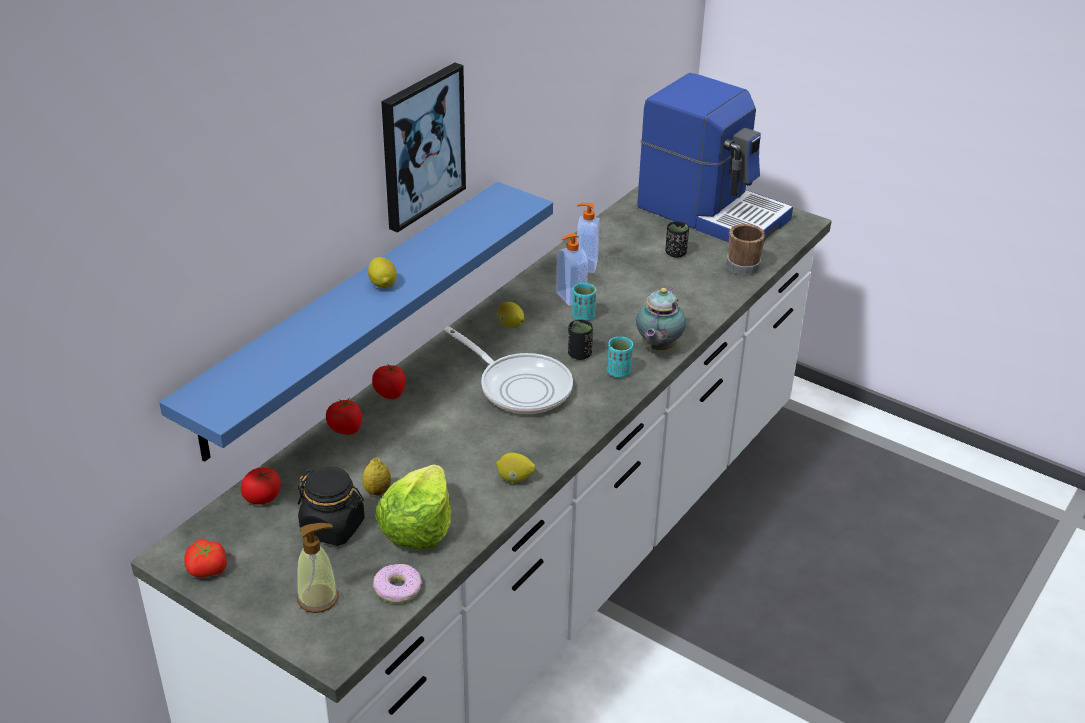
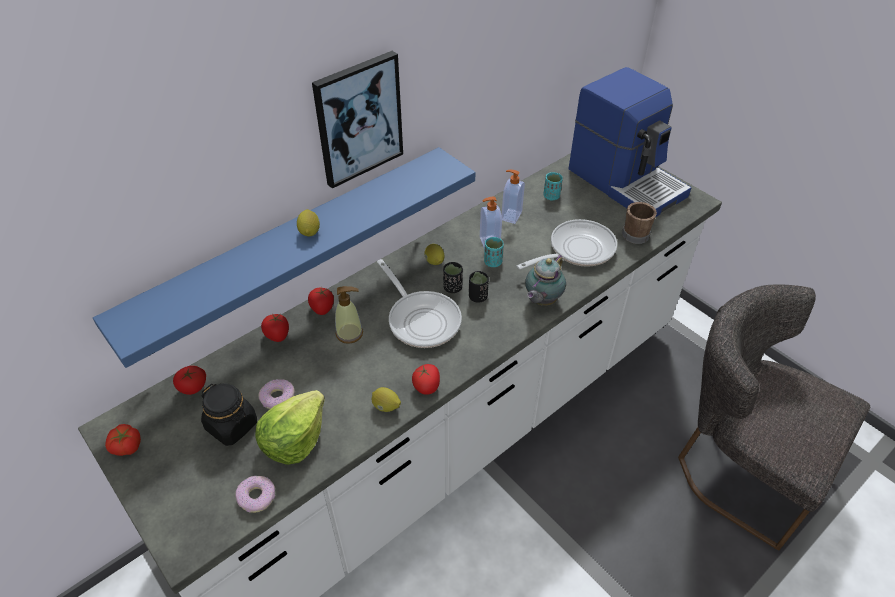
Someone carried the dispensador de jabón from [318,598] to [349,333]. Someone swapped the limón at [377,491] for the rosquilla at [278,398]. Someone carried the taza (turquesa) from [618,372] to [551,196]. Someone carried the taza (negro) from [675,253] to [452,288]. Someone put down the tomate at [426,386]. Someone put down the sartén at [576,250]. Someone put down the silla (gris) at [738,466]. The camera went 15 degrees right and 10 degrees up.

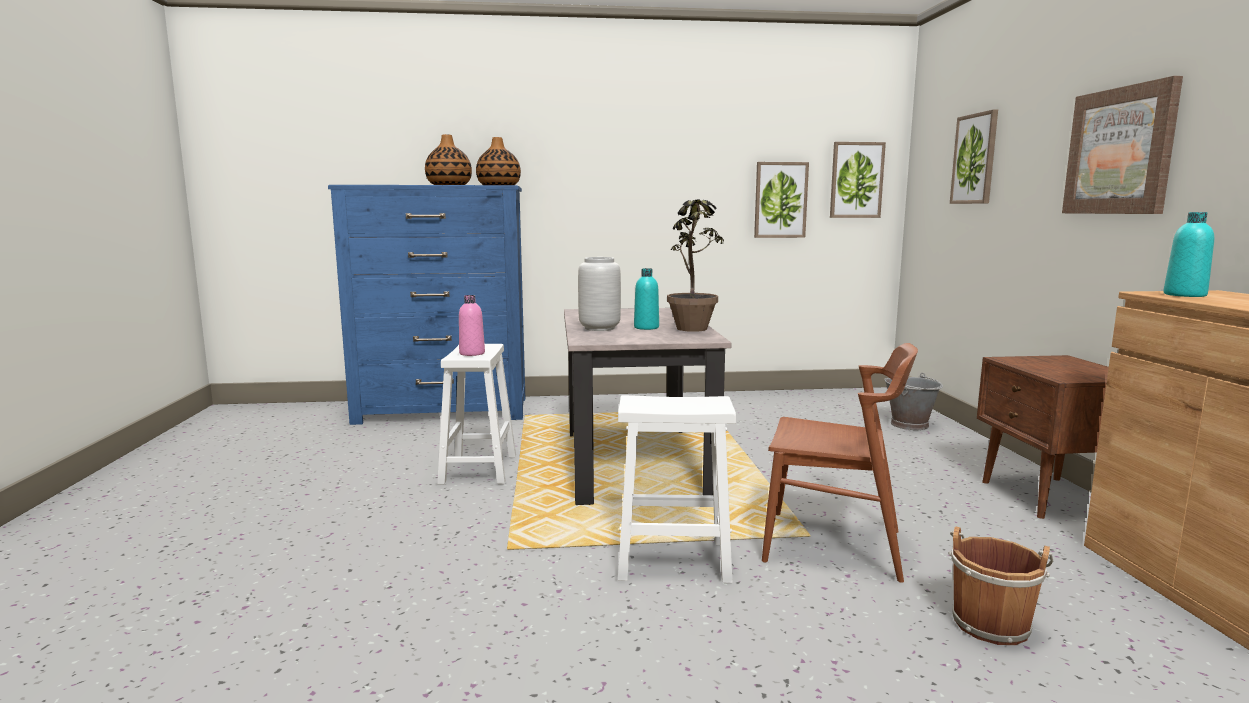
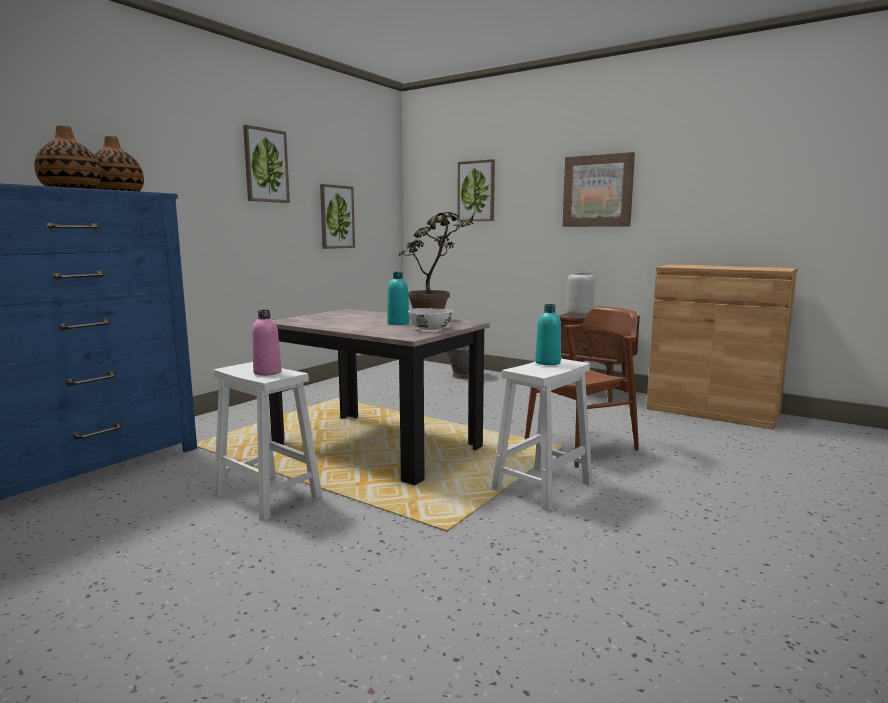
Someone carried the florero (gris) from [599,328] to [578,316]. Someone carried the cuadro from [856,180] to [266,165]. Someone took away the cubo (marrón) at [990,623]. Someone carried the botella (turquesa) from [1184,295] to [547,362]. Someone put down the cuenco (blanco) at [430,329]. The camera went 50 degrees left and 0 degrees up.

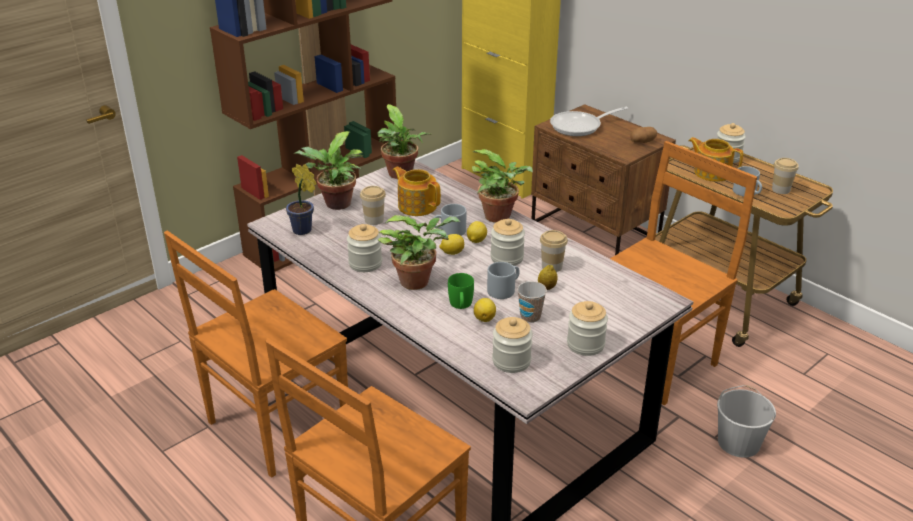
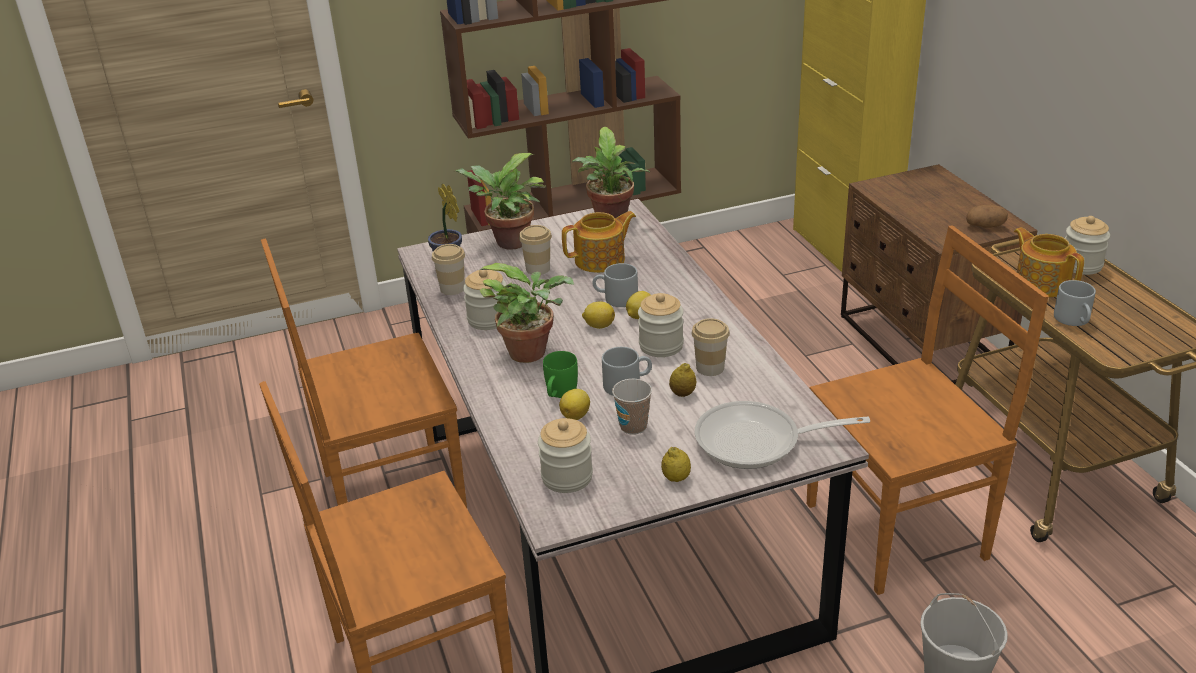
Someone rotated the tetera at [417,206] by 90 degrees clockwise. Someone took away the planta en maceta at [501,217]. Someone carried the sartén from [580,126] to [757,442]. Someone swapped the tarro at [585,344] for the limón at [676,478]. Someone carried the taza from [781,189] to [452,288]. The camera went 25 degrees right and 0 degrees up.

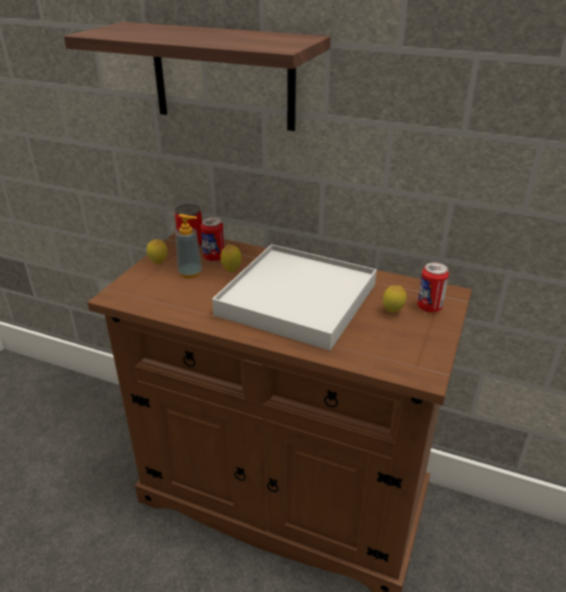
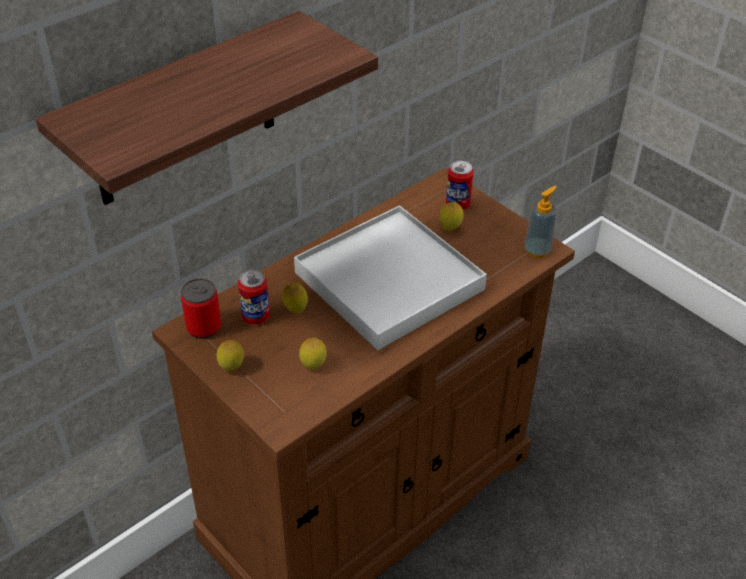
Someone carried the dispensador de jabón from [190,273] to [537,250]. Someone put down the limón at [313,366]. The camera went 65 degrees left and 10 degrees up.

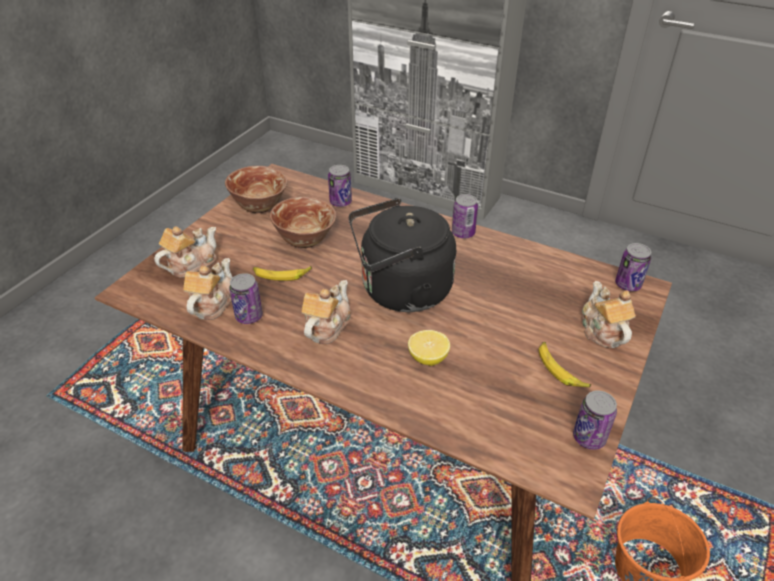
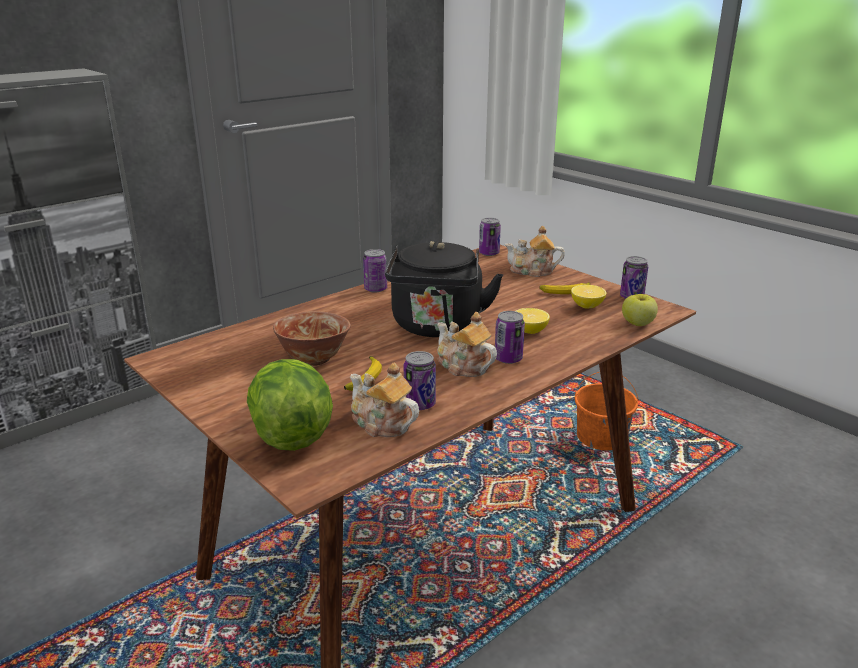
Someone swapped the tetera at [190,264] for the lechuga at [291,432]. Someone took away the cuenco at [259,206]. Someone carried the lata from [340,202] to [508,359]. Someone put down the limón at [587,306]. Someone put down the manzana at [637,324]. The camera went 70 degrees left and 15 degrees down.

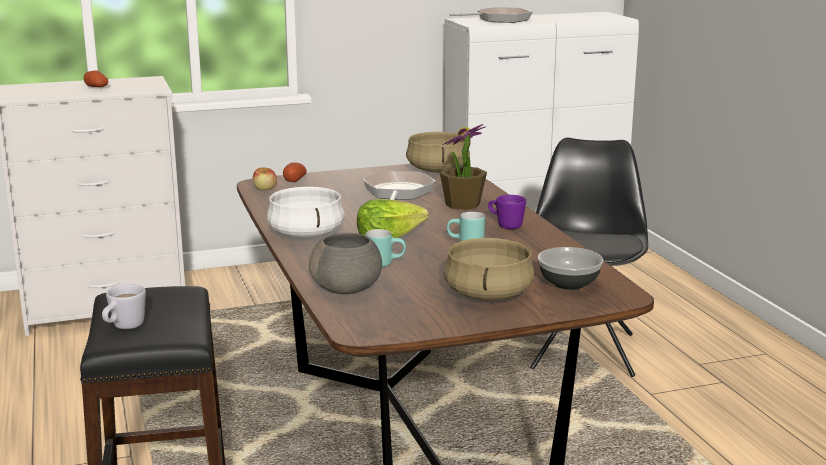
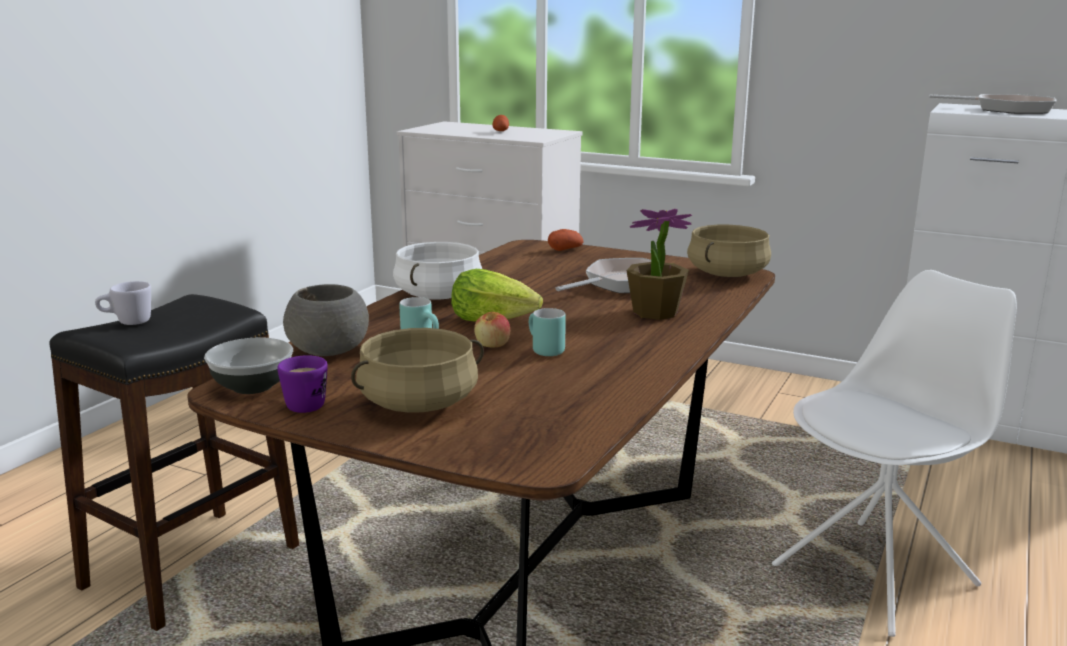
Someone carried the manzana from [265,189] to [492,345]. Someone carried the taza grande (morado) from [505,225] to [307,403]. Someone repainted the silla (negro) at [583,350], which became the silla (blanco) at [877,575]. Someone carried the cuenco from [568,284] to [253,386]. The camera went 45 degrees right and 0 degrees up.

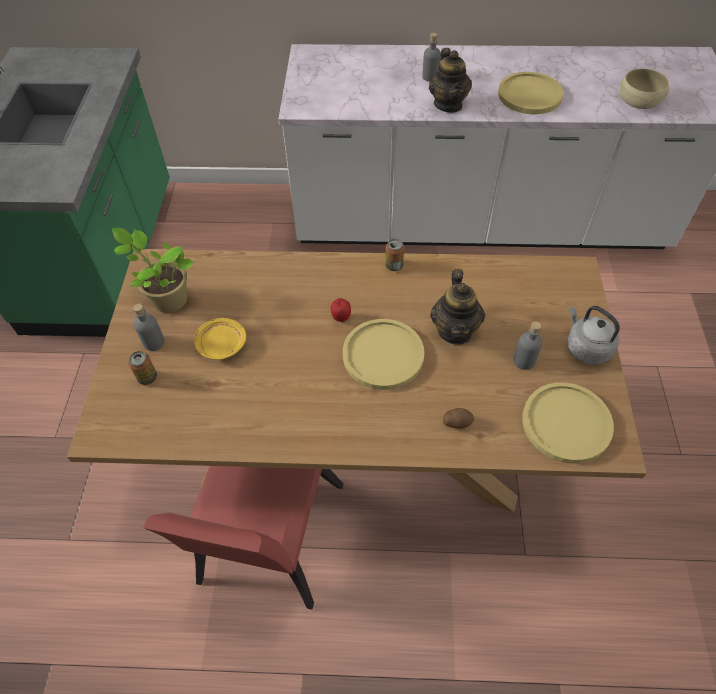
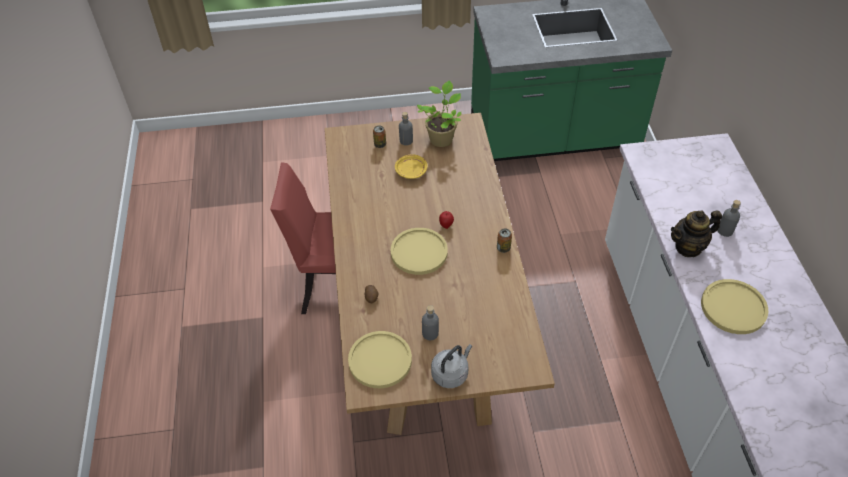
Someone took away the tetera at [455,330]. Someone took away the cuenco (beis) at [639,101]. The camera went 80 degrees right and 5 degrees down.

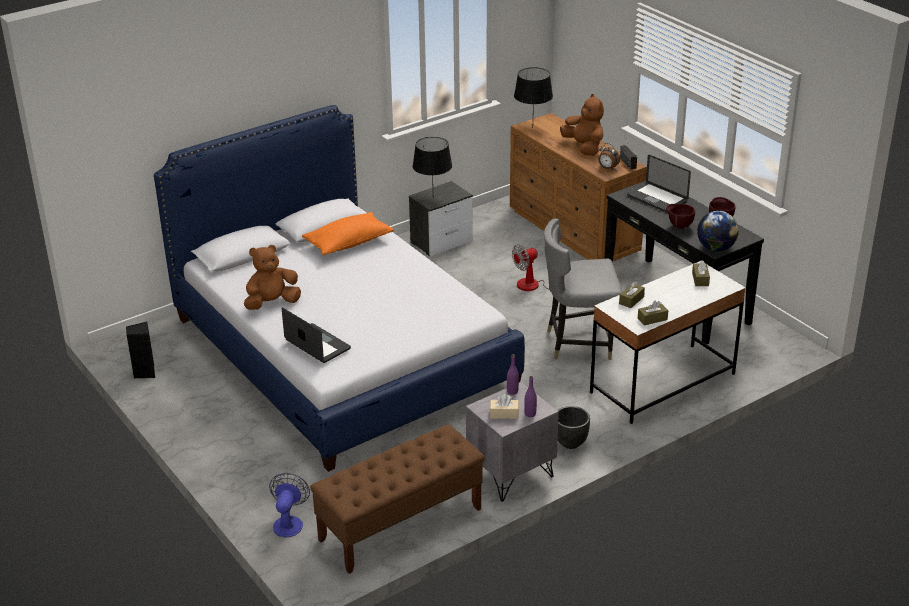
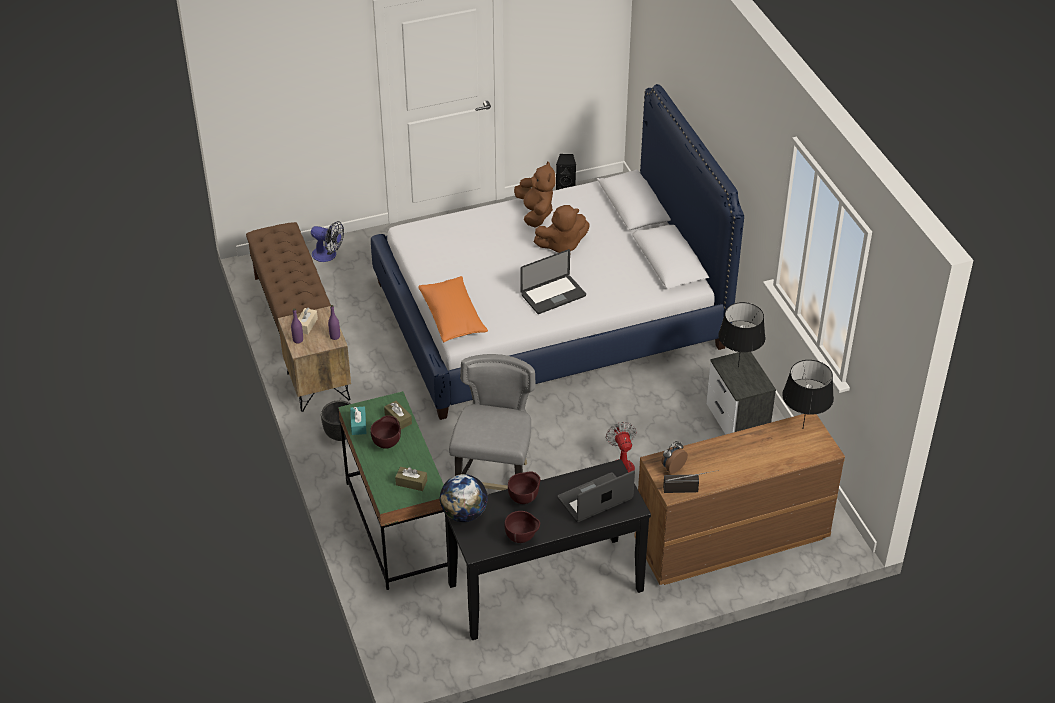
Someone carried the portátil from [317,344] to [553,295]. Someone carried the cojín (naranja) from [348,243] to [453,318]. Someone repainted the mesita de noche (gris) at [511,475], which became the mesita de noche (marrón) at [317,386]. Someone carried the peluche (marrón) from [584,147] to [562,245]. Someone repainted the escritorio (blanco) at [662,383], which became the escritorio (verde) at [398,526]. Someone repainted the caja de pañuelos (marrón) at [652,319], which became the caja de pañuelos (turquesa) at [358,424]. Someone put down the cuenco (marrón) at [387,443]. The camera went 105 degrees right and 10 degrees up.

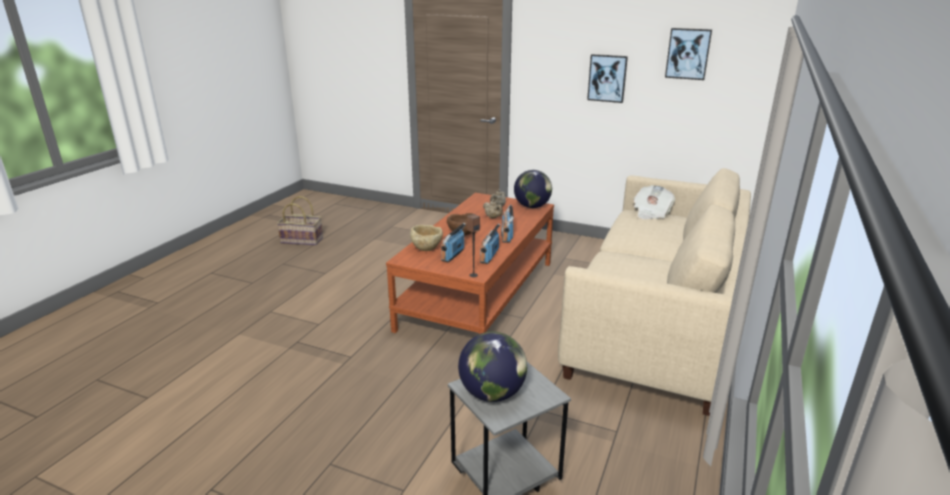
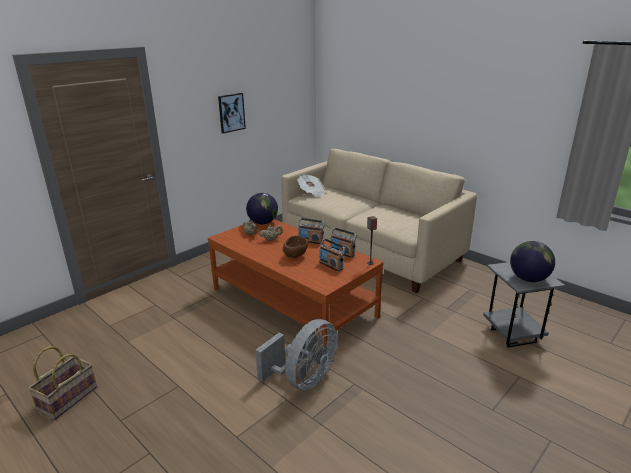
Someone took away the cuenco (beis) at [427,248]. Someone took away the cuadro at [688,53]. Someone put down the ventilador (gris) at [303,380]. The camera went 70 degrees left and 0 degrees up.

